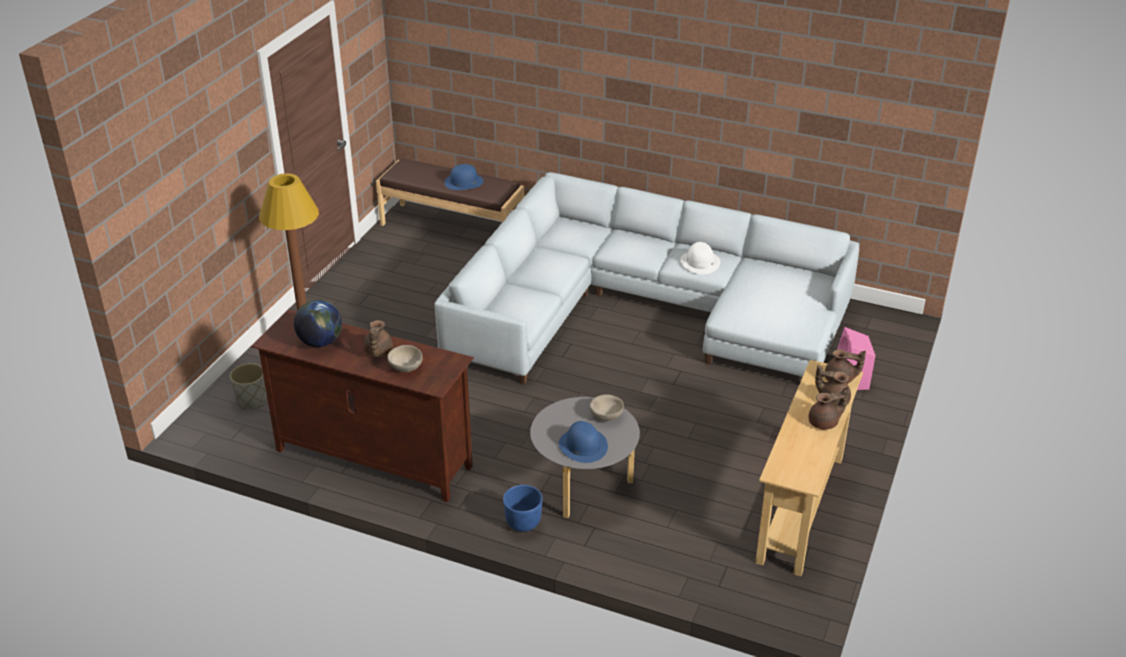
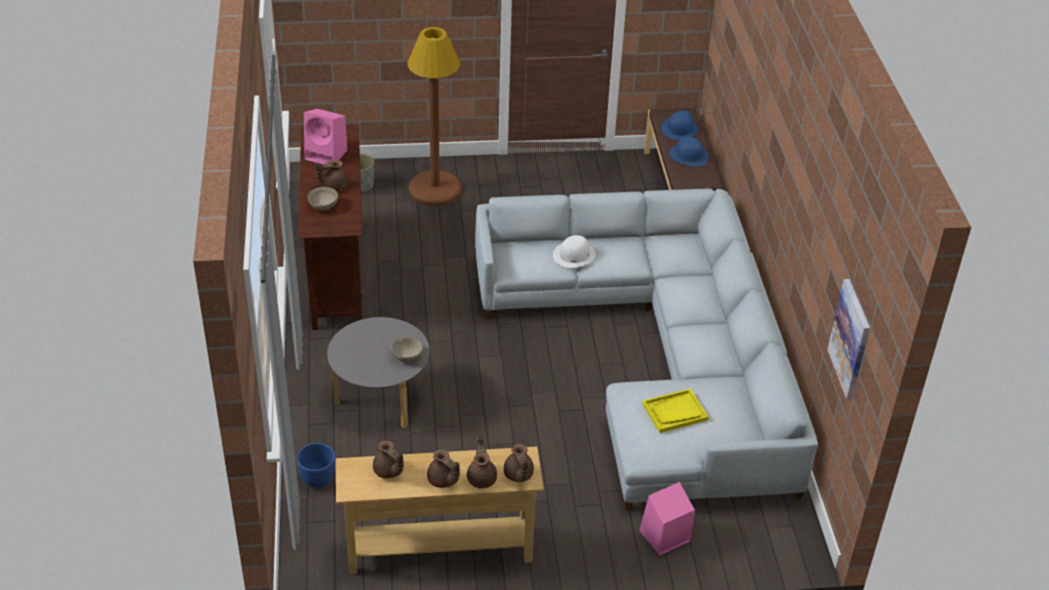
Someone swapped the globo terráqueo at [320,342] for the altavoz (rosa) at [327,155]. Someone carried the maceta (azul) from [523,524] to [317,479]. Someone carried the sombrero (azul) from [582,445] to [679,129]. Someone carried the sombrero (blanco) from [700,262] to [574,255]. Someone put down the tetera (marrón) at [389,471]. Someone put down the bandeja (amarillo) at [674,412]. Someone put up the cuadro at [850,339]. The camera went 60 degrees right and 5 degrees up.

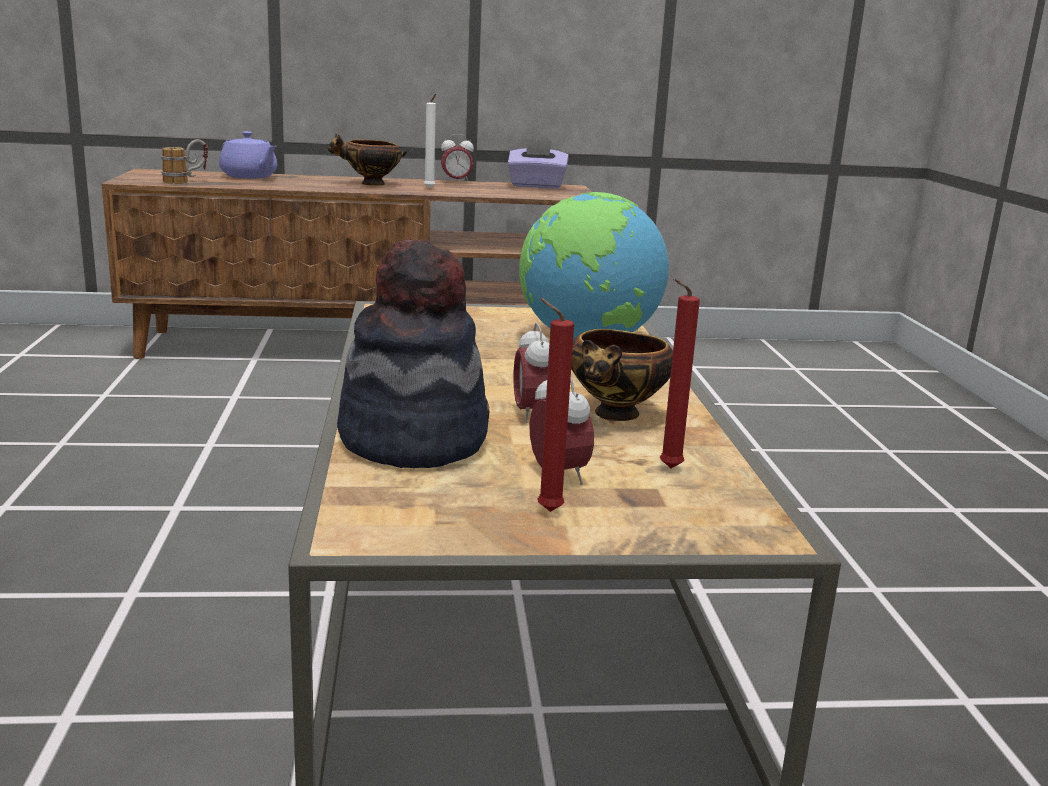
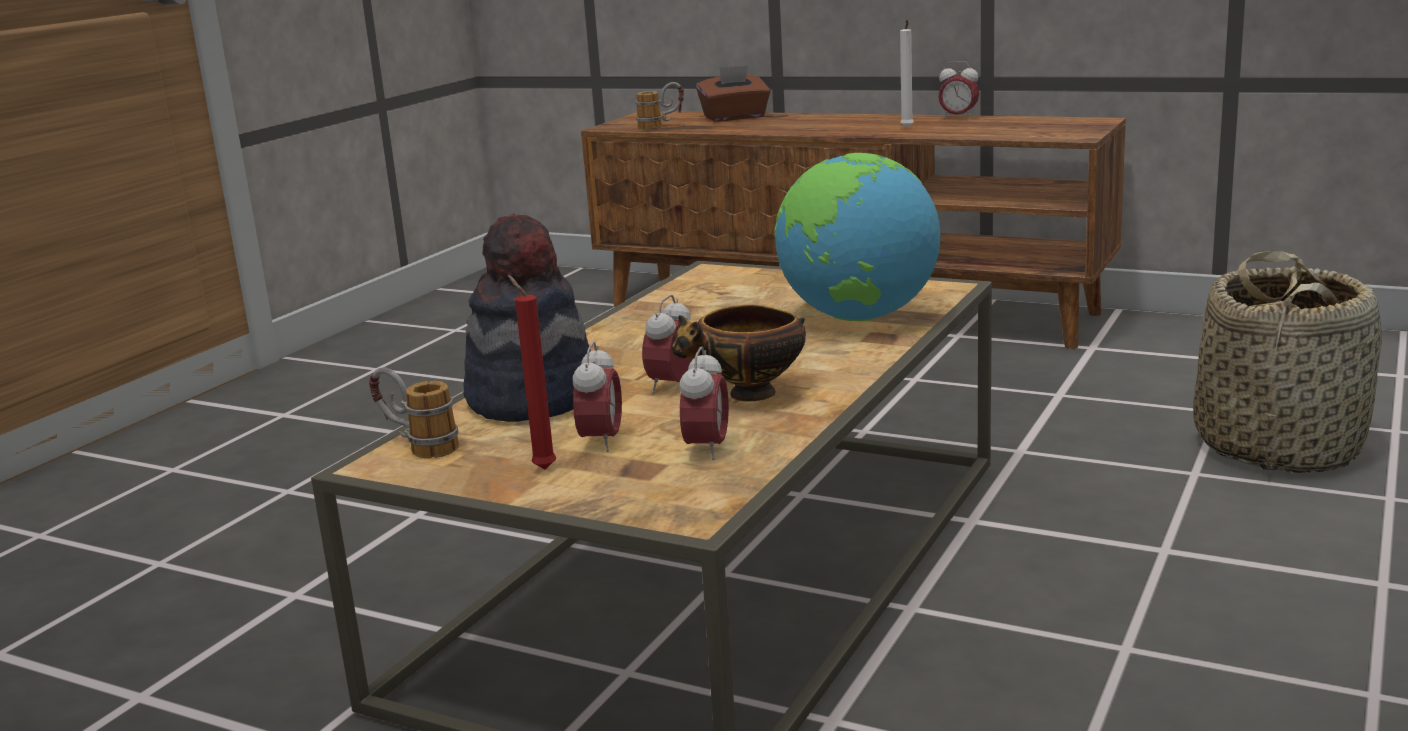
Someone swapped the tetera (morado) at [250,176] for the caja de pañuelos (marrón) at [735,117]. Someone took away the cuenco at [370,184]. Someone took away the caja de pañuelos (morado) at [536,186]. Someone swapped the vela (rojo) at [667,469] for the despertador at [707,449]. Someone put down the taza grande at [417,447]. Someone put down the cesta at [1279,446]. The camera went 35 degrees right and 0 degrees up.

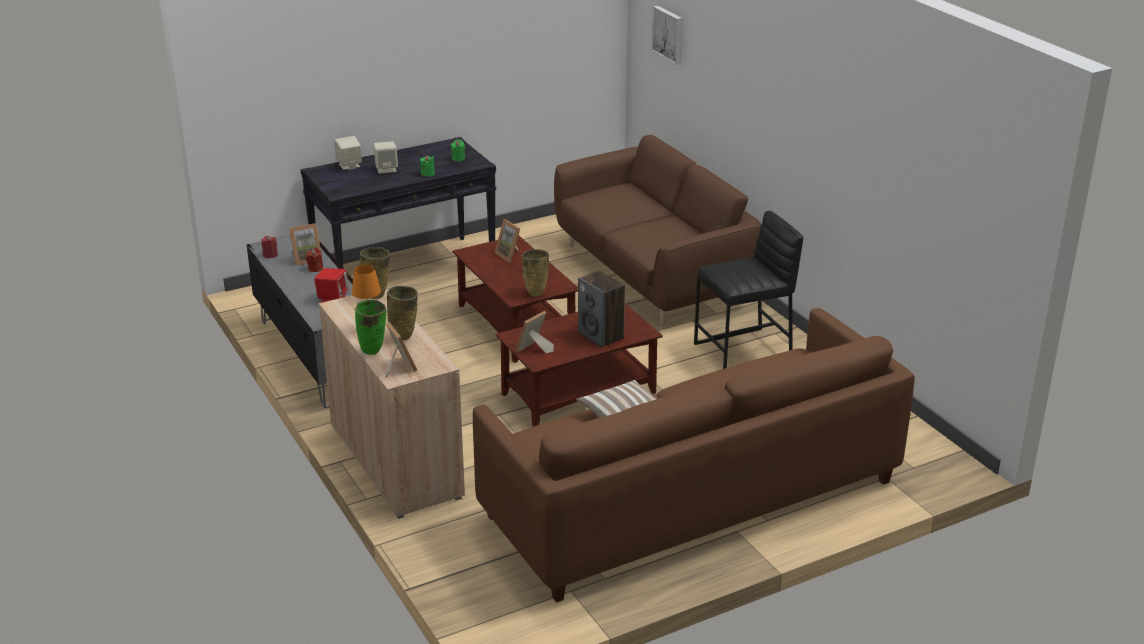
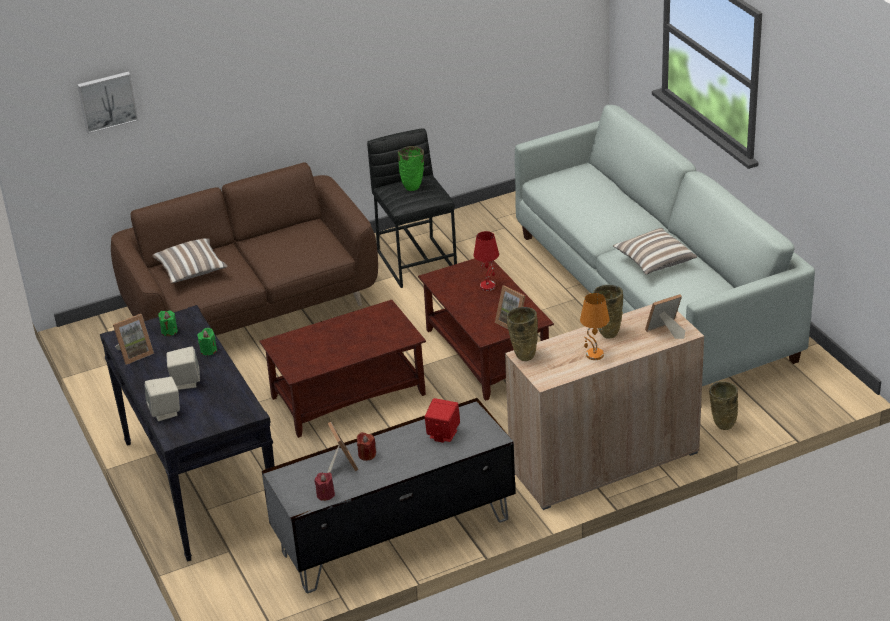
Someone carried the florero (verde) from [373,351] to [413,187]. Someone repainted the sofá (marrón) at [692,499], which became the sofá (blanco) at [653,295]. Someone carried the portarretratos from [510,255] to [134,354]. Someone carried the florero (beis) from [536,292] to [722,426]. Someone swapped the altavoz at [601,335] for the lámpara de mesa (rojo) at [487,286]. Someone put down the cojín at [191,271]. The camera went 85 degrees left and 5 degrees up.

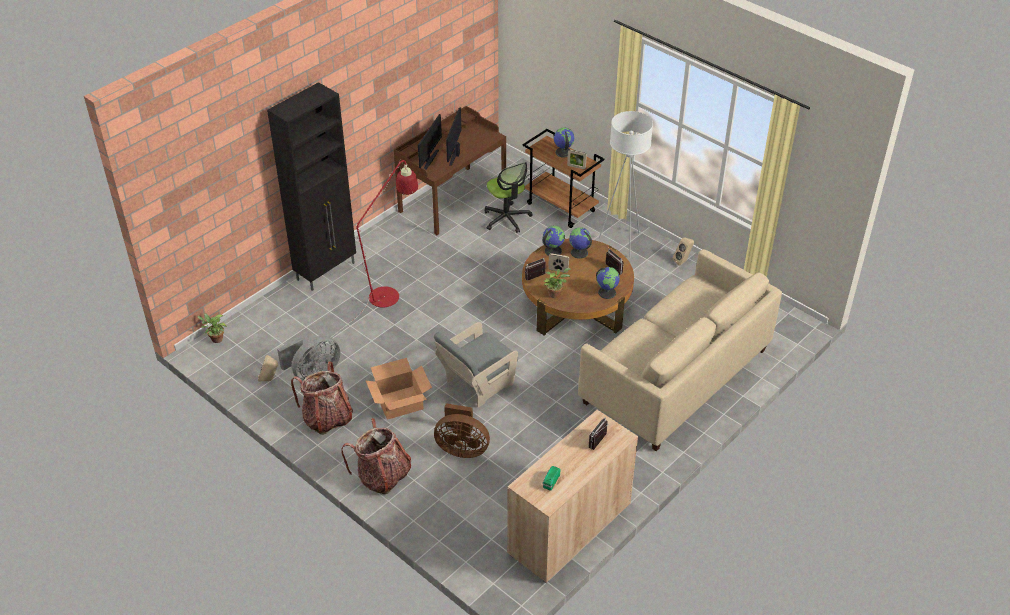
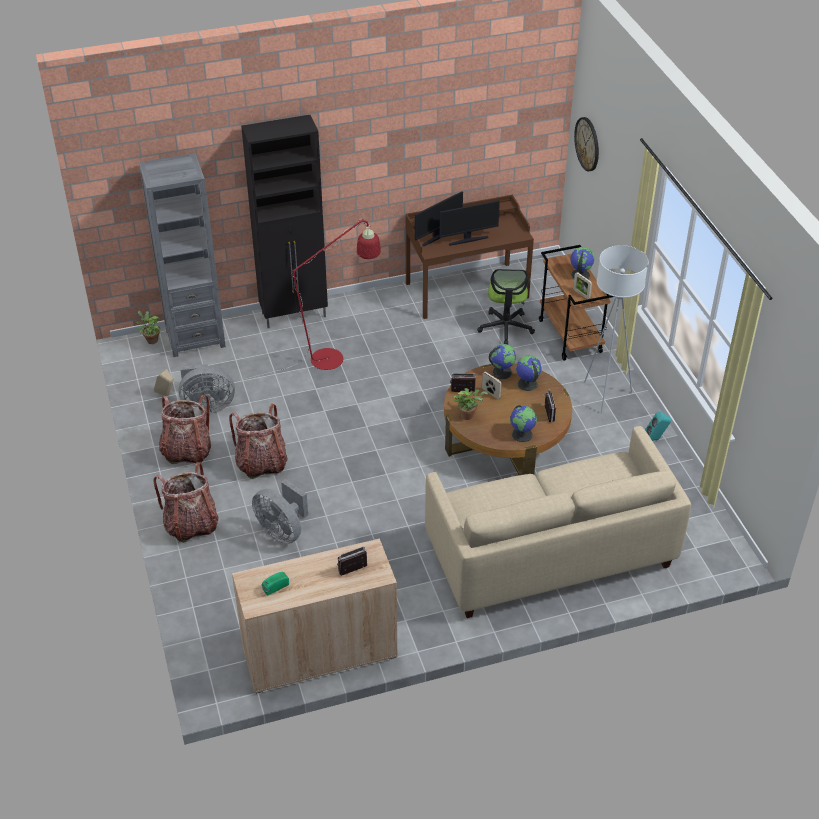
Someone swapped the caja de cartón at [399,402] for the mochila at [261,463]. Someone took away the sillón (gris) at [477,385]. Someone repainted the ventilador (marrón) at [462,448], which became the ventilador (gris) at [282,531]. Someone rotated the monitor at [456,154] by 150 degrees counterclockwise. Someone repainted the altavoz (beis) at [683,261], which became the altavoz (turquesa) at [655,439]. Someone put down the estantería (gris) at [195,338]. Someone put up the reloj de pared at [587,144]. The camera went 30 degrees right and 0 degrees up.

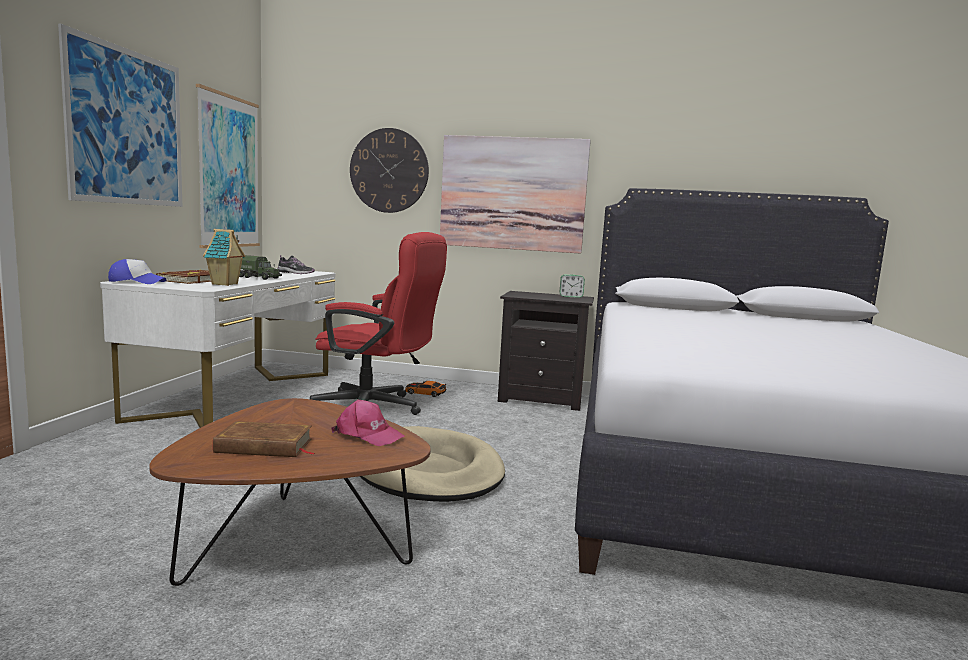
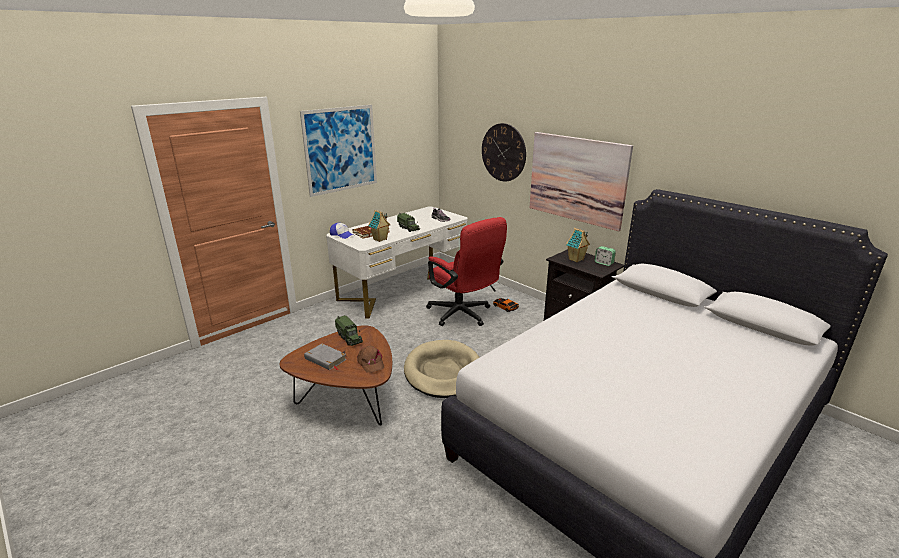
Someone took away the cuadro at [229,172]. Someone repainted the libro (marrón) at [264,446], which became the libro (gris) at [325,359]. Someone repainted the gorra (rosa) at [368,435], which became the gorra (marrón) at [370,363]. Someone put down the camión de juguete at [349,338]. Someone put down the casita at [576,260]. The camera went 35 degrees right and 15 degrees up.

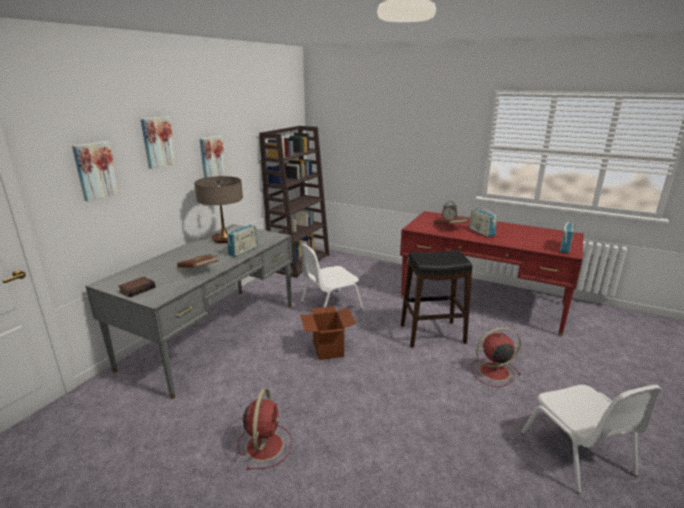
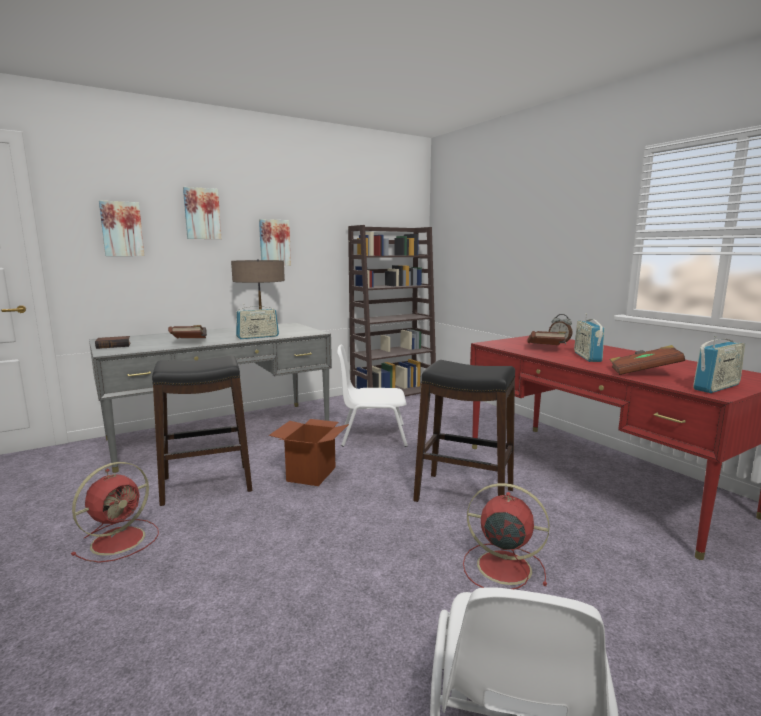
Someone put down the taburete (negro) at [206,484]. Someone put down the libro (marrón) at [643,373]. The camera went 30 degrees right and 10 degrees down.

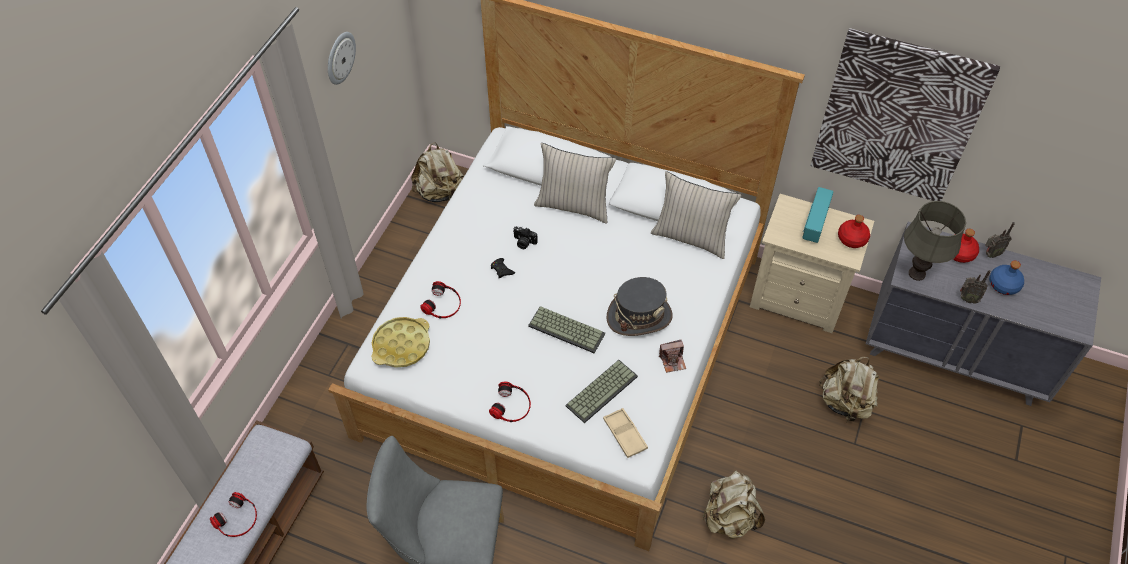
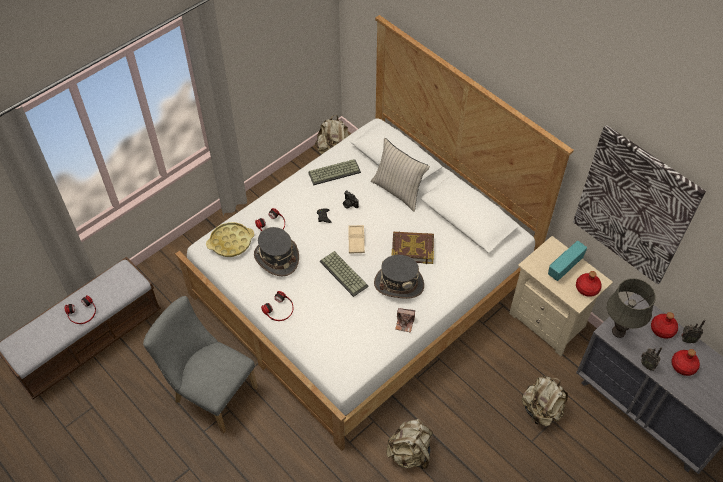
Someone took away the reloj de pared at [340,57]. Someone carried the teclado from [601,390] to [334,172]. Someone carried the bandeja (beis) from [625,434] to [356,241]. Someone took away the cojín (beis) at [691,237]. Someone repainted the botella (azul) at [1003,285], which became the botella (rojo) at [683,366]. Someone put down the sombrero (gris) at [276,258]. Someone put down the libro at [412,249]. The camera went 25 degrees right and 0 degrees up.

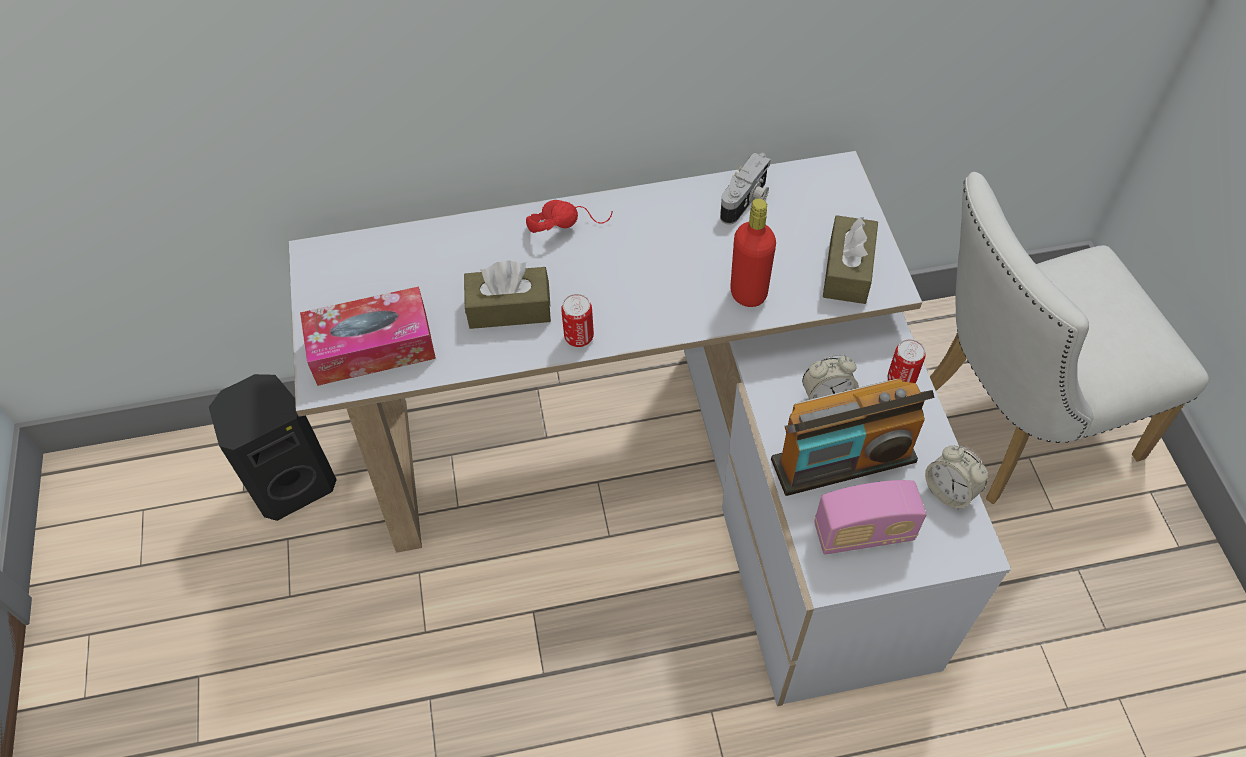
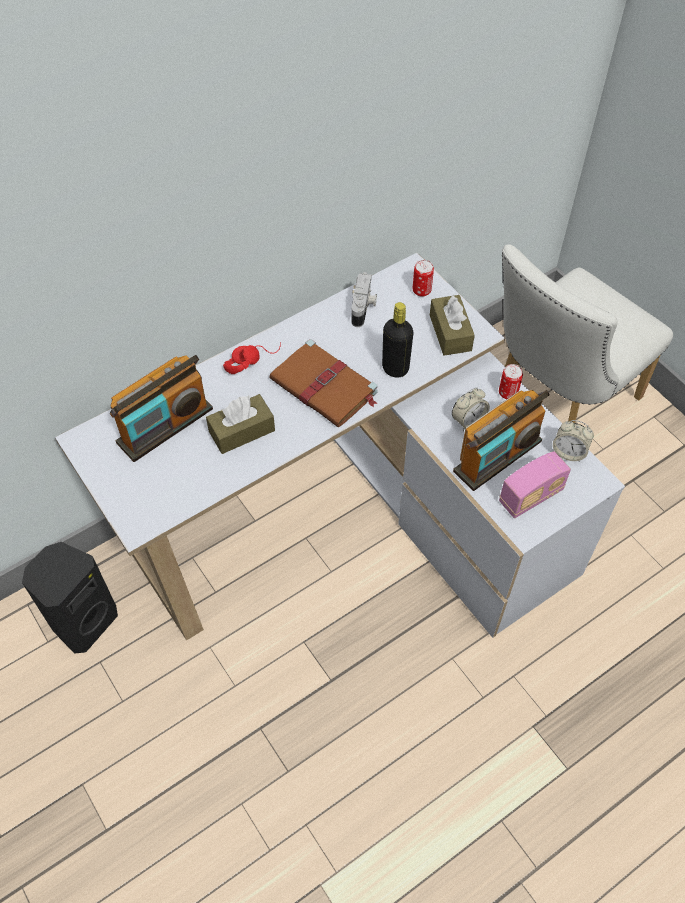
Someone took away the caja de pañuelos at [372,347]. Someone carried the lata from [579,337] to [421,291]. Someone repainted the botella (rojo) at [748,293], which became the botella (negro) at [395,368]. Someone put down the radio at [165,426]. Someone put down the libro (marrón) at [325,387]. The camera went 25 degrees left and 0 degrees up.

